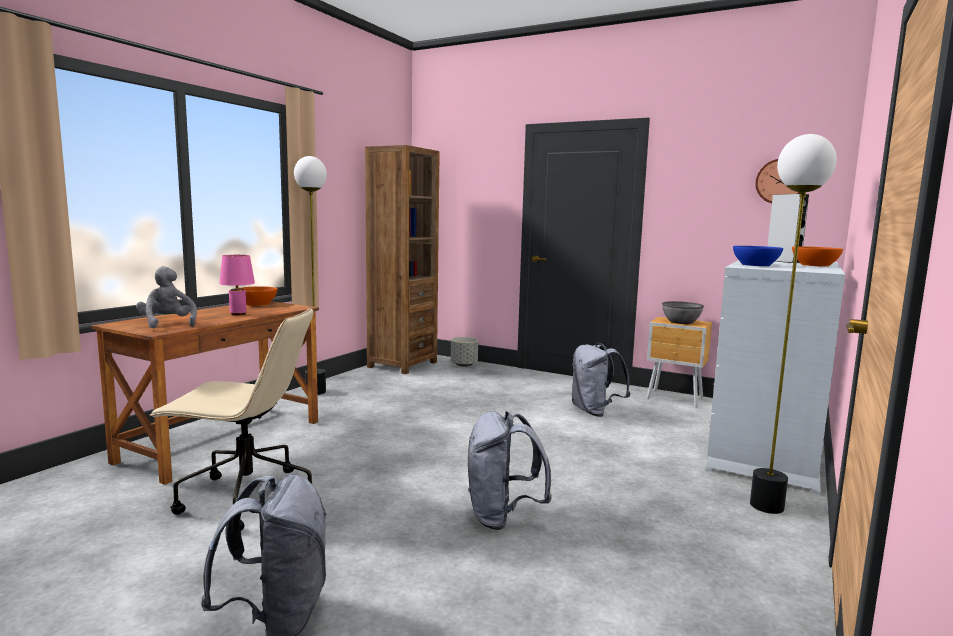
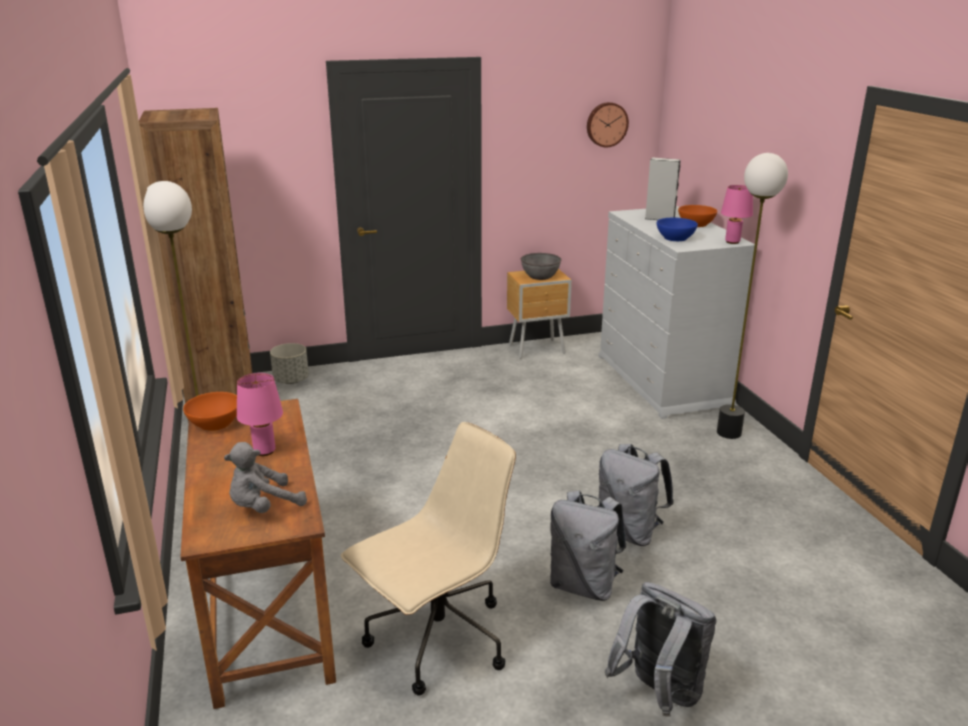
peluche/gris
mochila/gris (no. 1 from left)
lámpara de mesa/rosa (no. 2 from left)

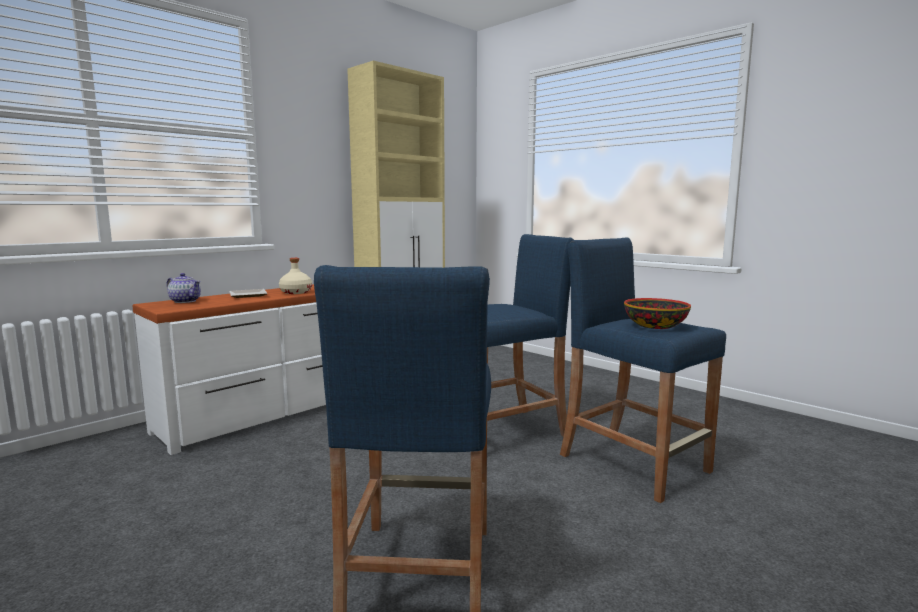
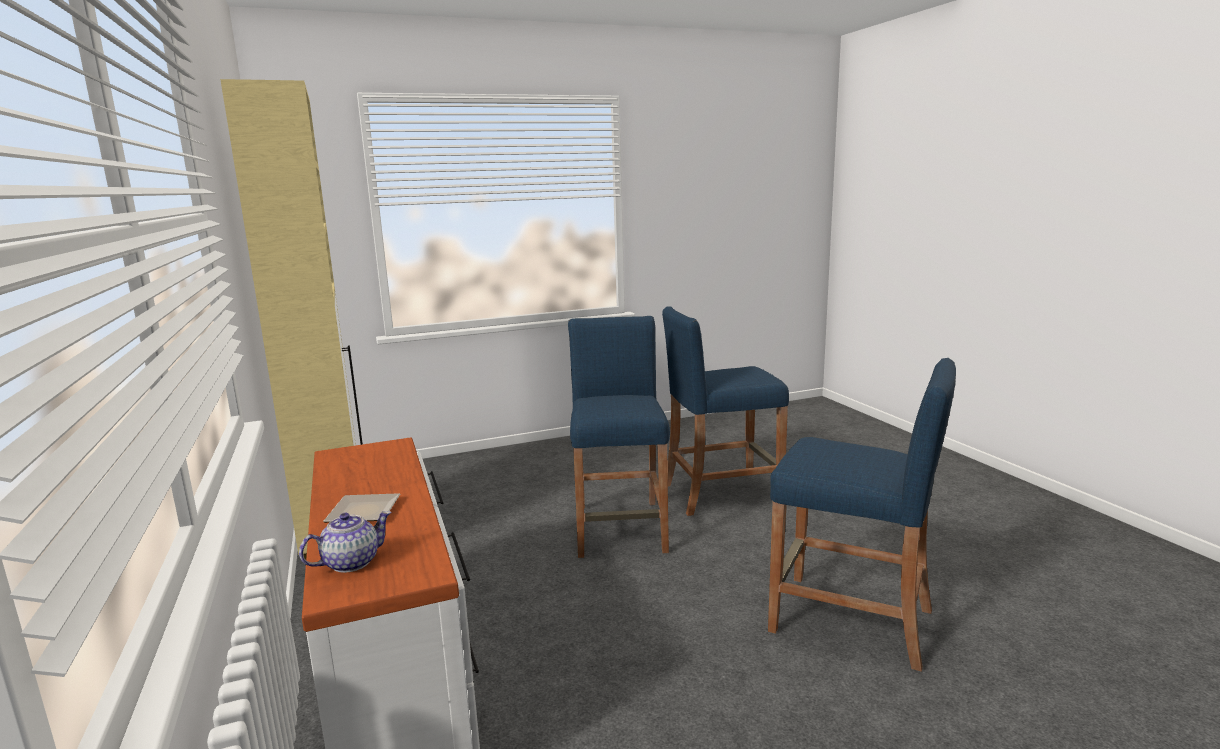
botella/beis
cuenco

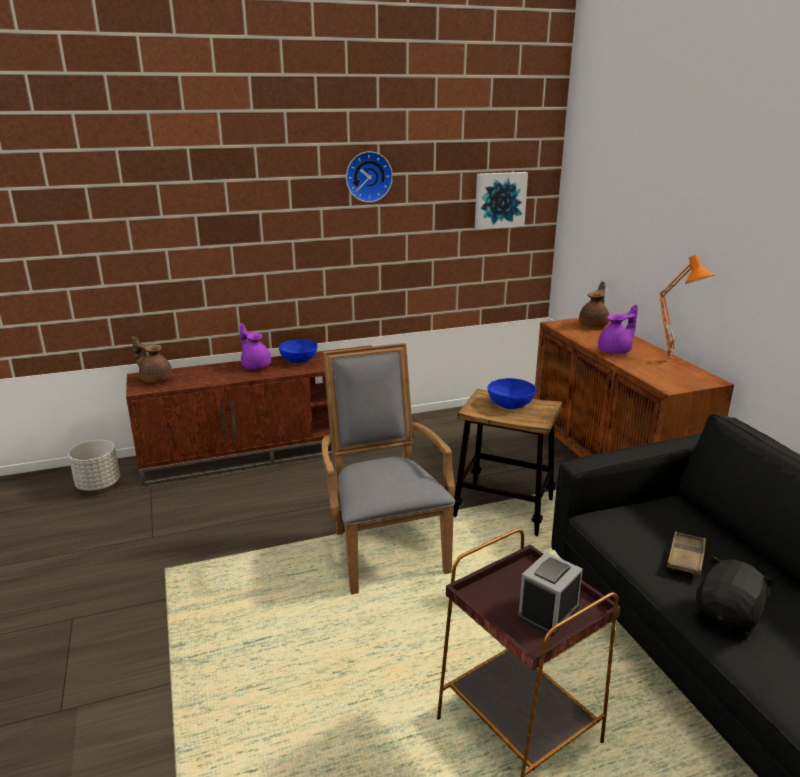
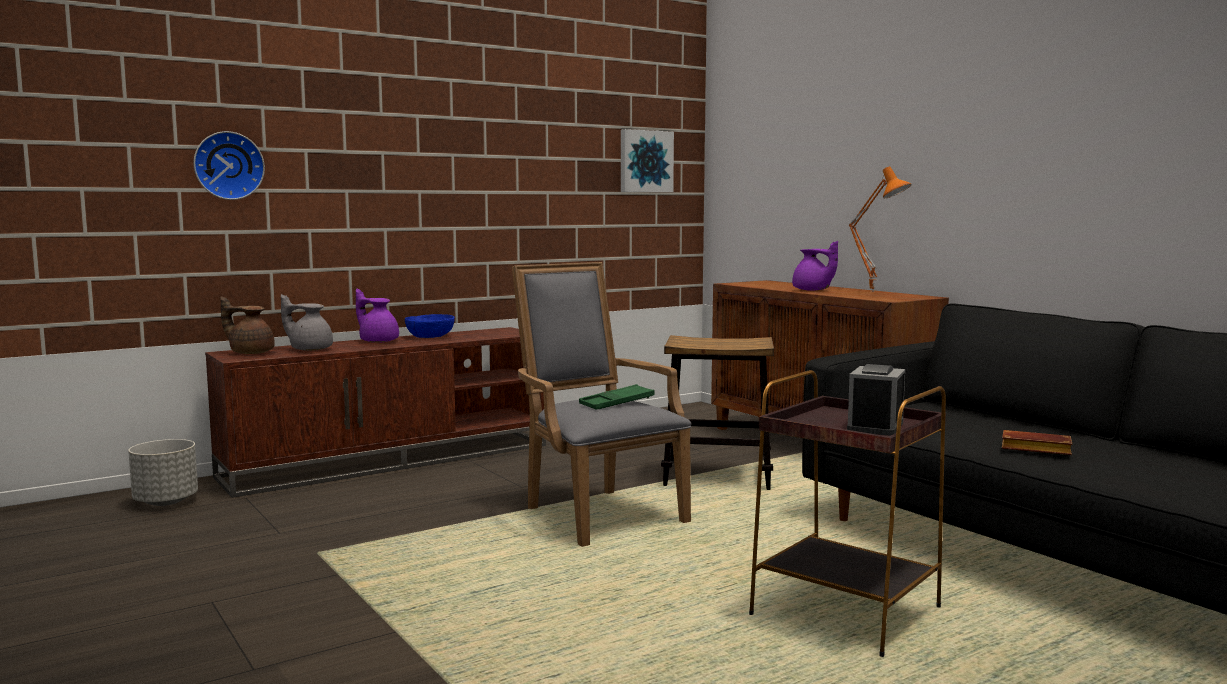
reloj de pared
cuenco/azul (no. 2 from left in the first image)
tetera/marrón (no. 2 from left in the first image)
tetera/morado (no. 2 from left)
bandeja/marrón
libro/marrón
tetera/gris
bandeja/verde

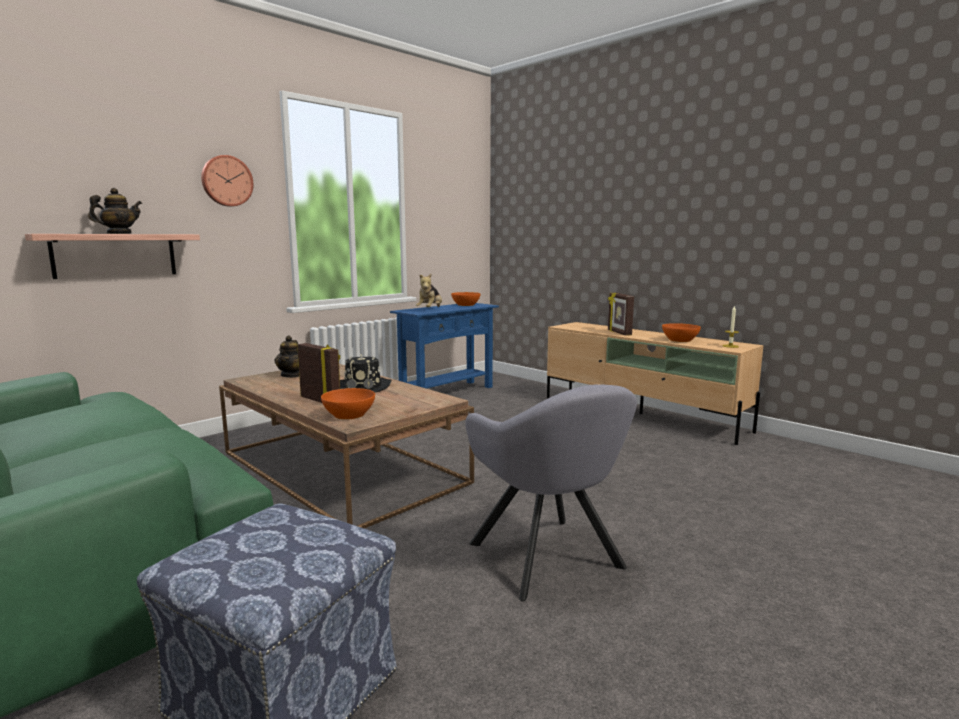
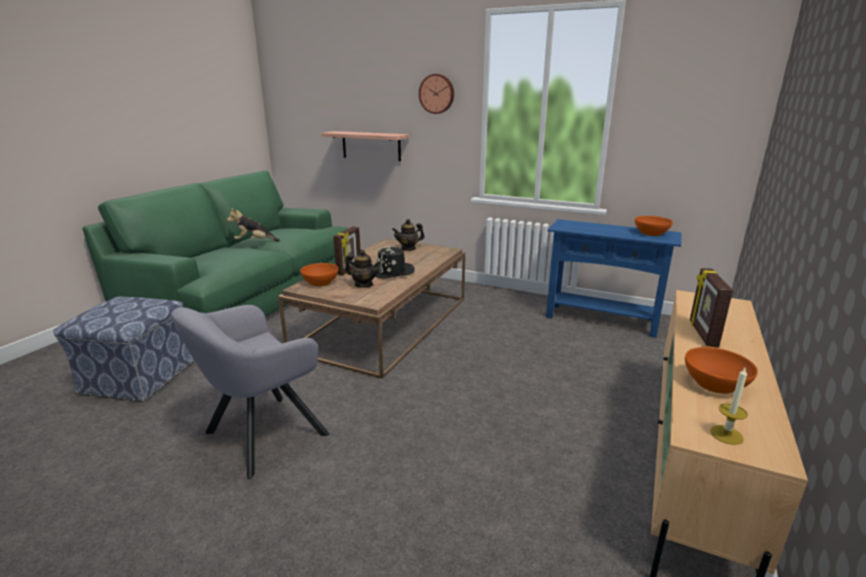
tetera (no. 1 from left)
peluche
portarretratos (no. 2 from left)

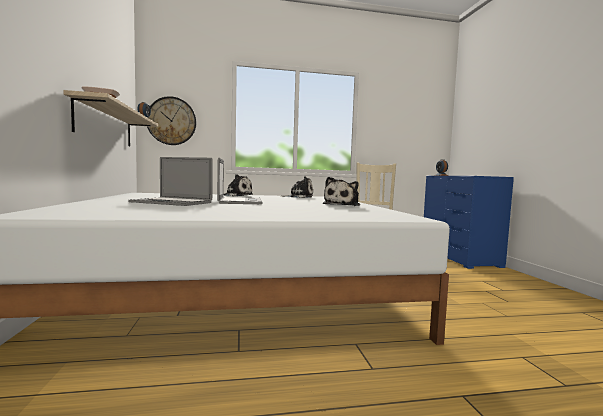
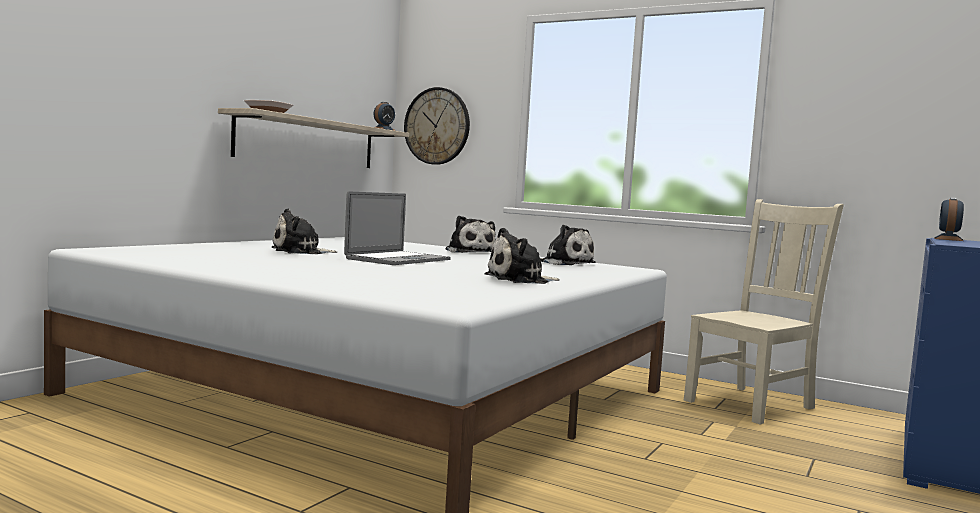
peluche (no. 1 from left)

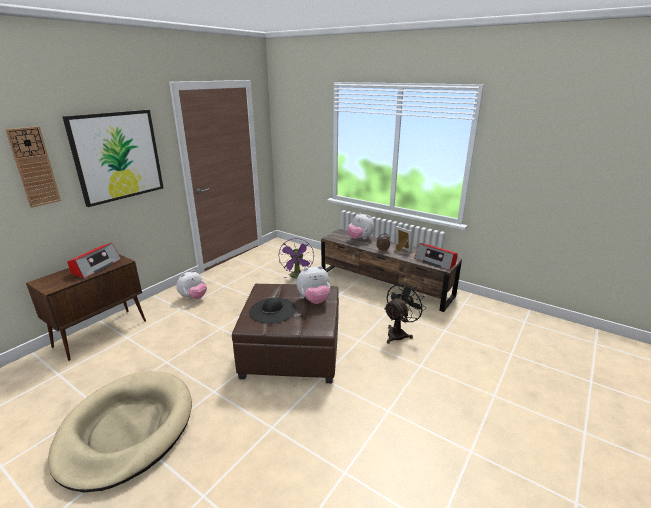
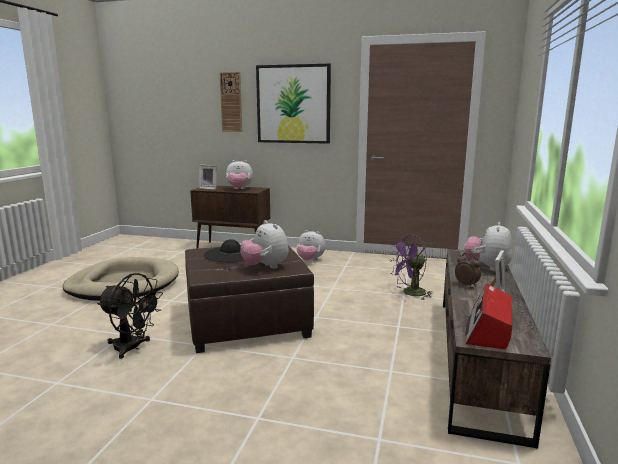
peluche (no. 1 from left)
ventilador/negro
portarretratos (no. 1 from left)

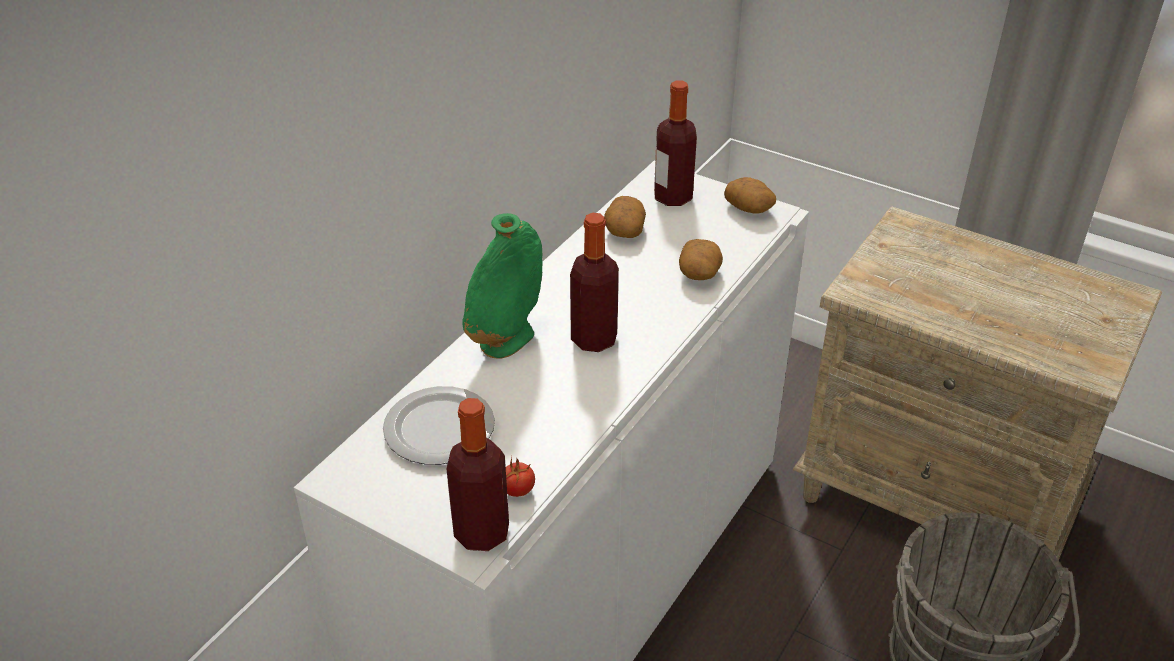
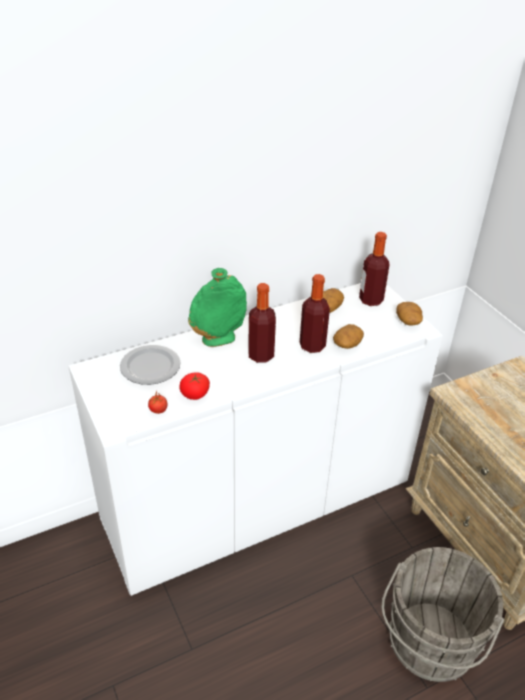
botella (no. 2 from left)
tomate (no. 2 from left)

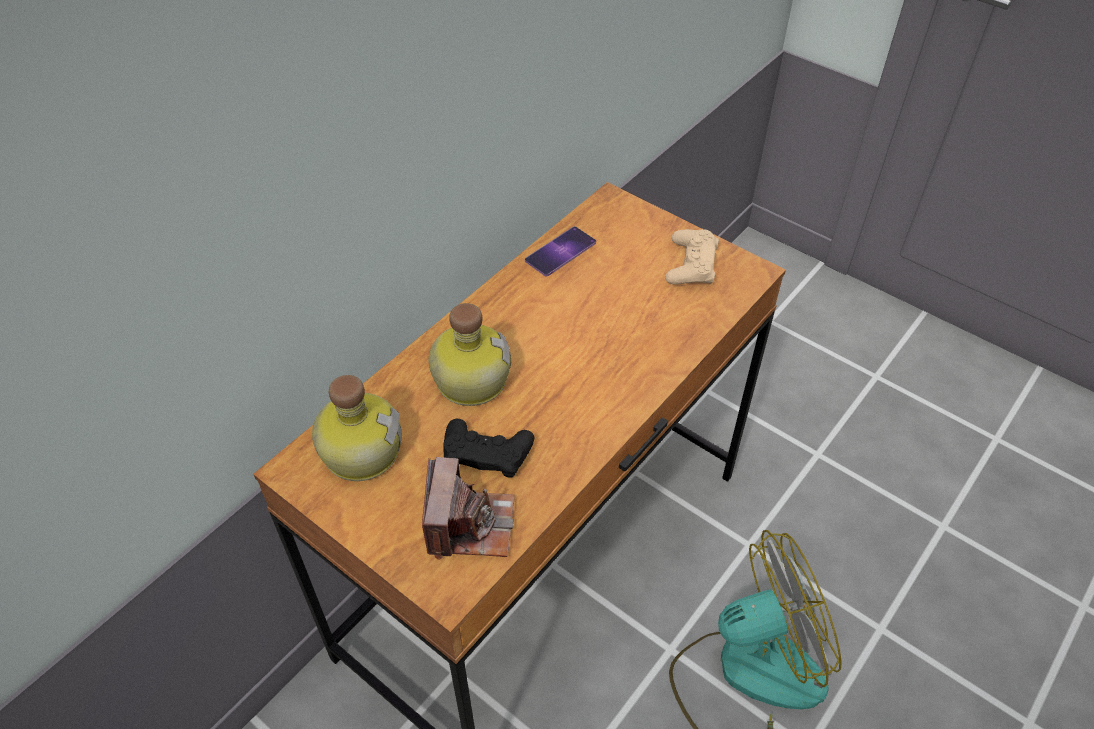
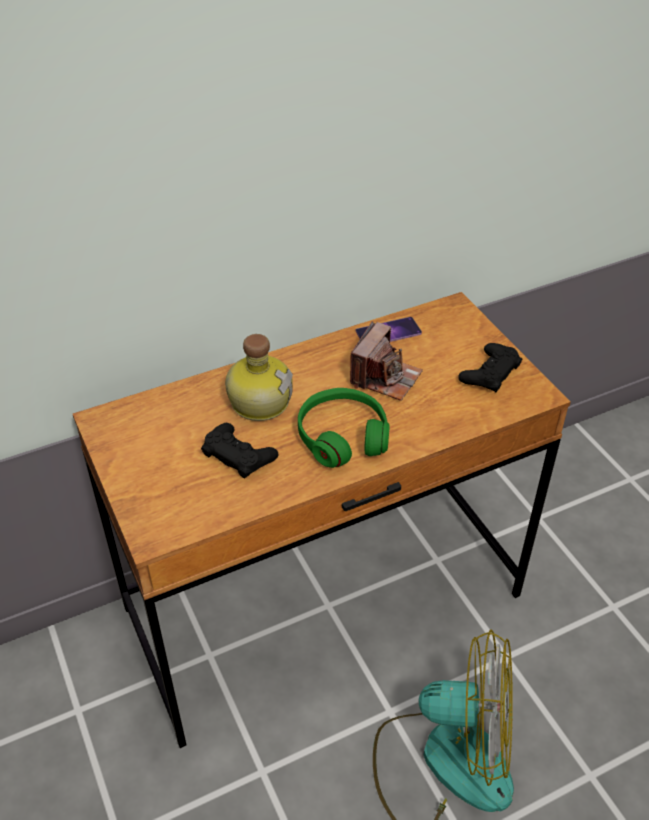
botella (no. 1 from left in the first image)
cámara
mando de consola/negro (no. 2 from left)
auriculares/verde

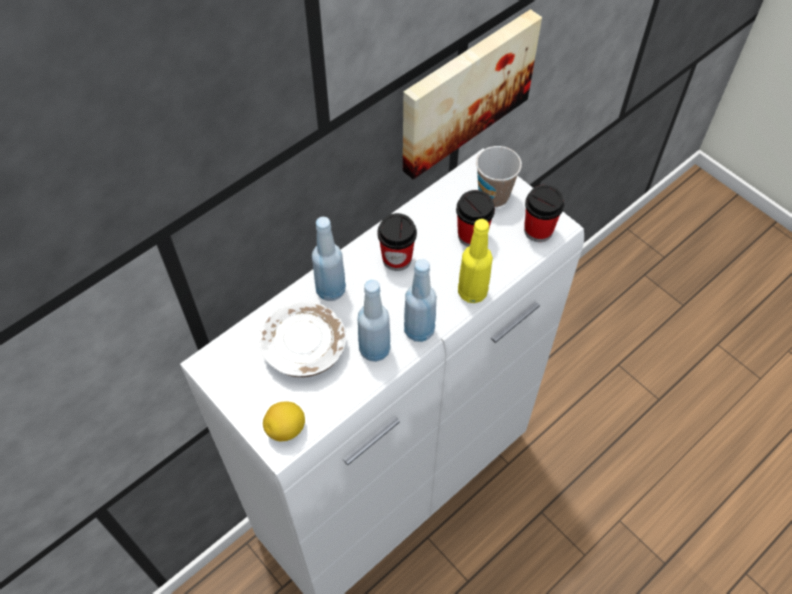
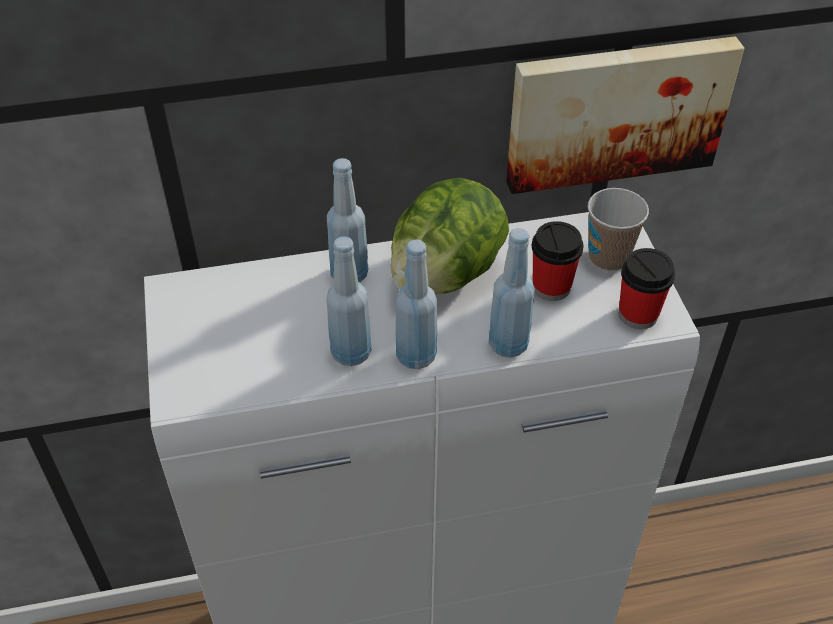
plato/blanco
limón
lechuga
botella/azul (no. 4 from left)

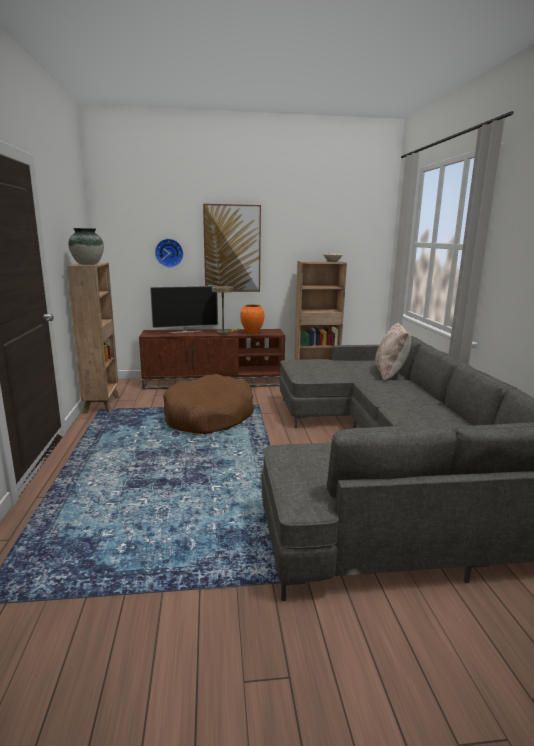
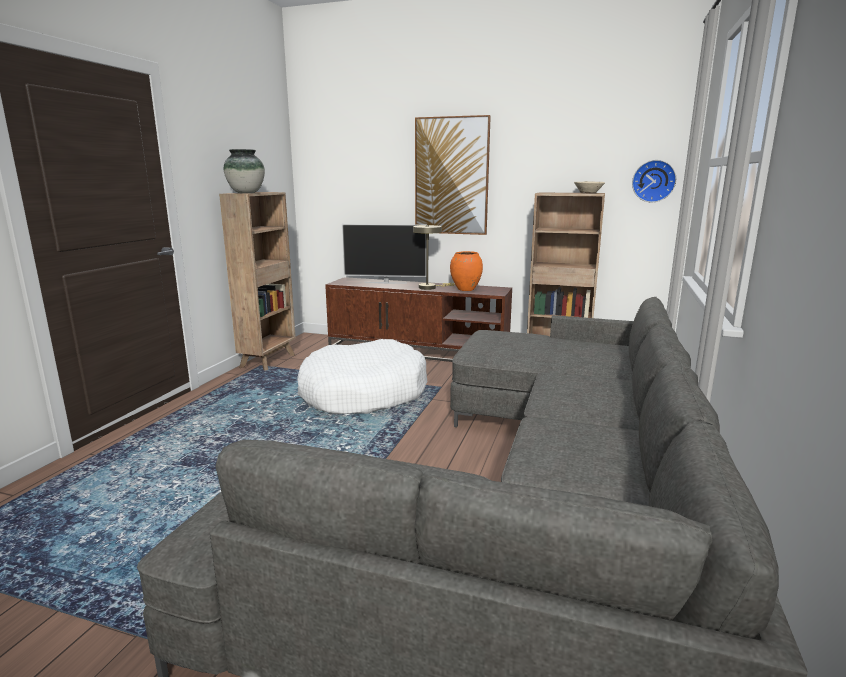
reloj de pared
cama para perro/blanco
cojín/beis

